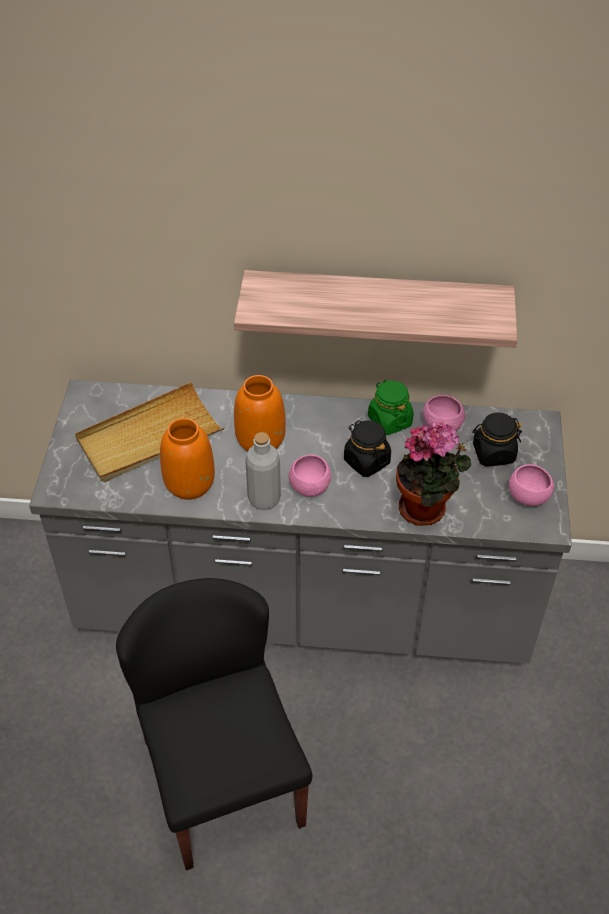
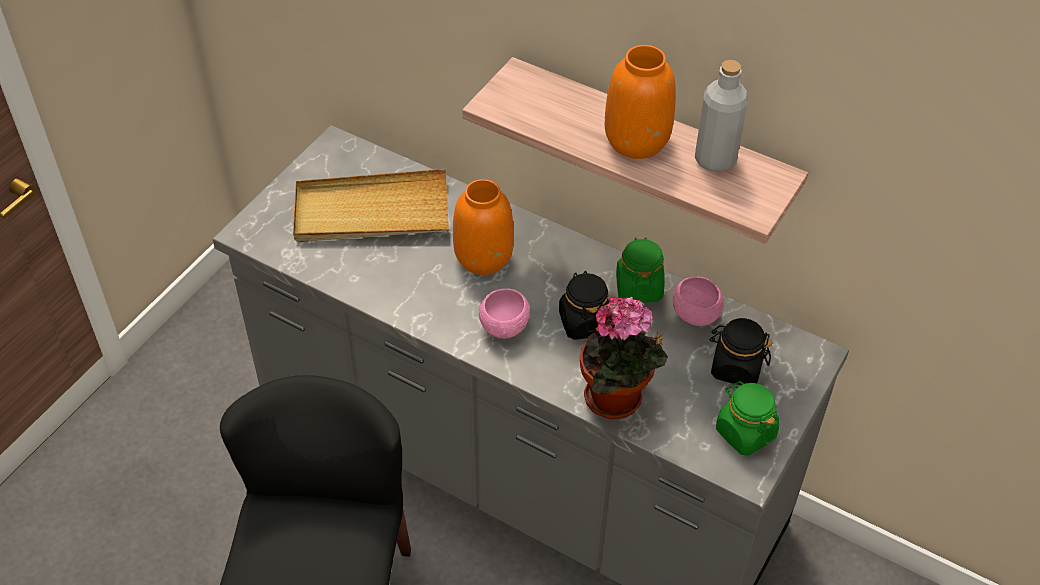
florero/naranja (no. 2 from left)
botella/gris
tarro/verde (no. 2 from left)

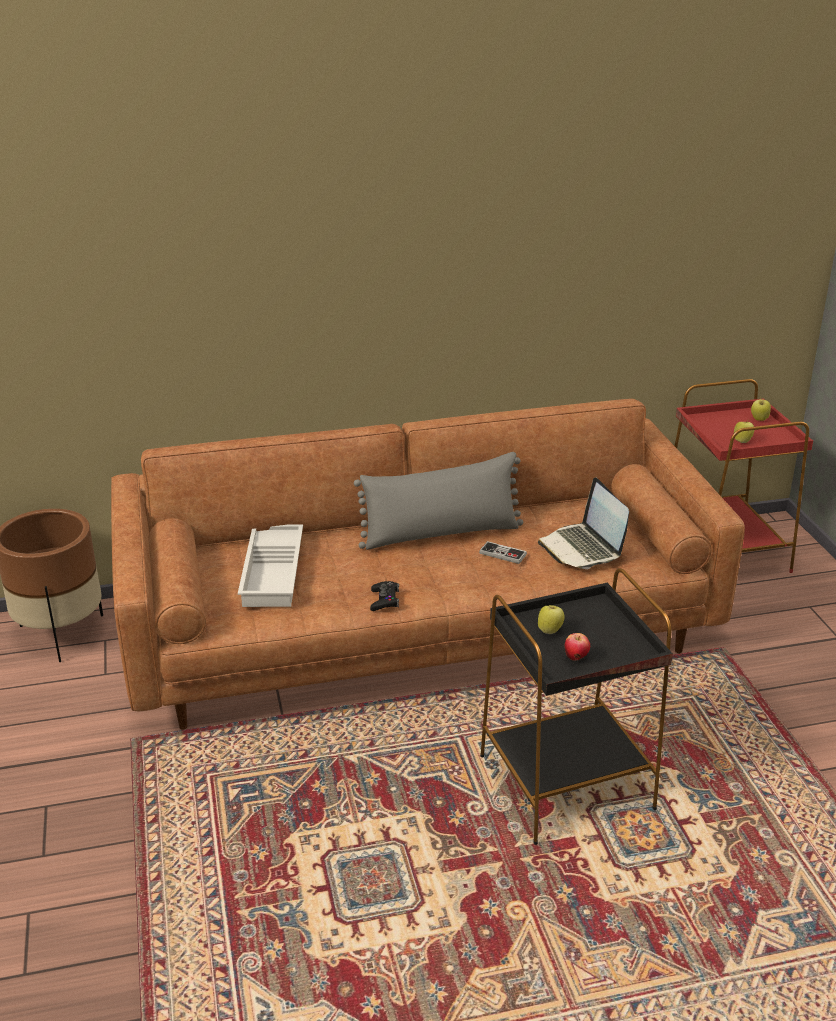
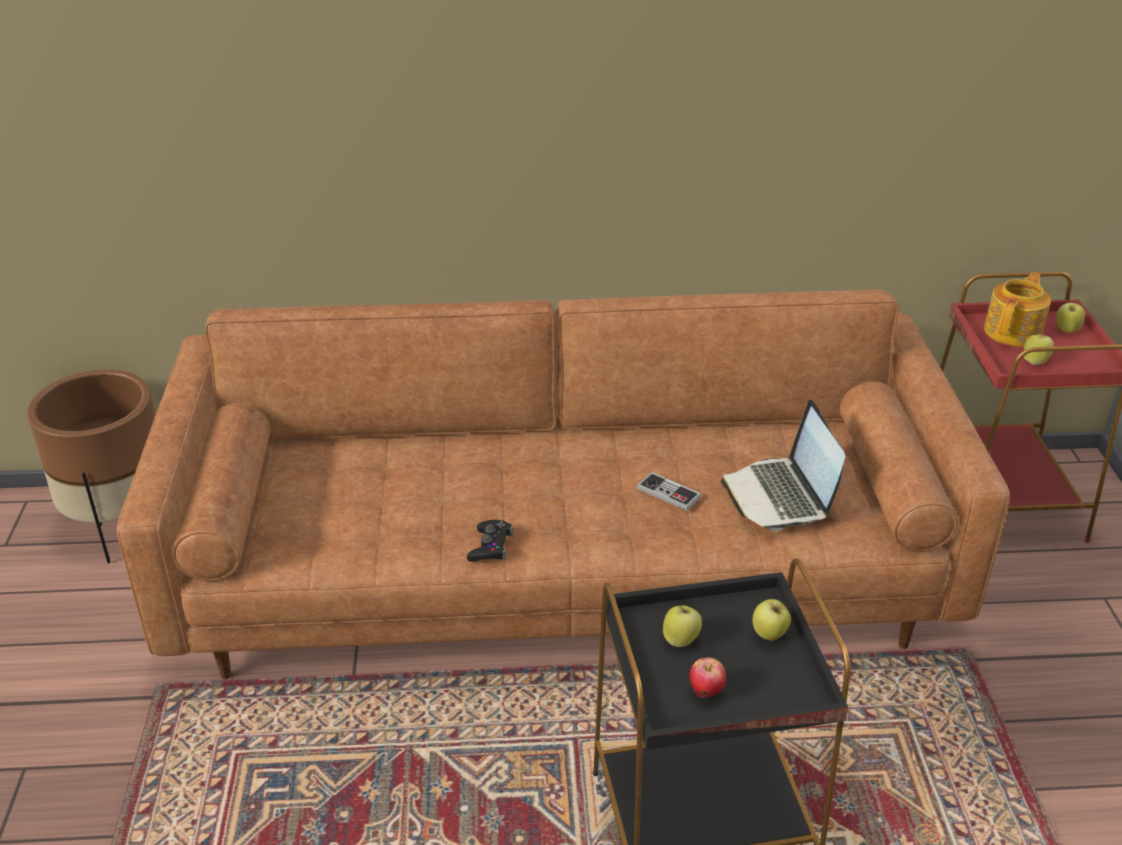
bandeja/blanco
cojín/gris
manzana (no. 3 from left)
tetera

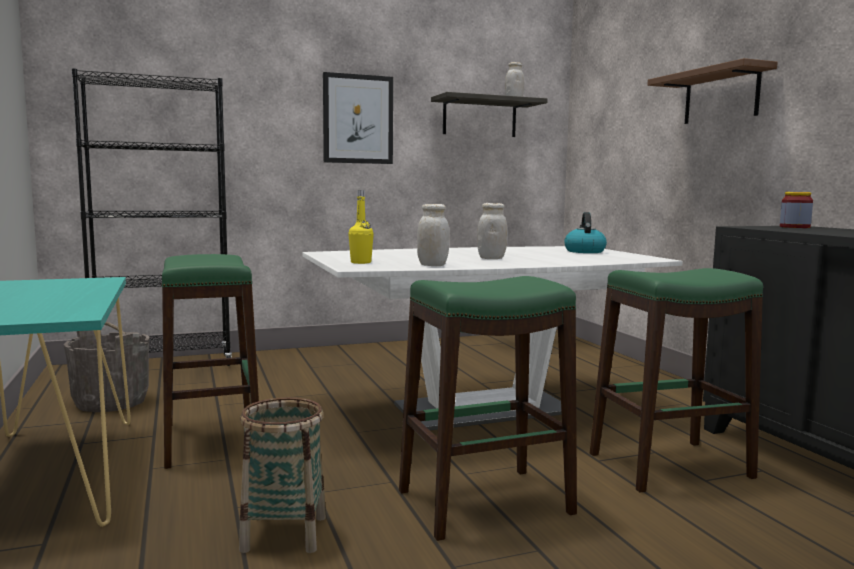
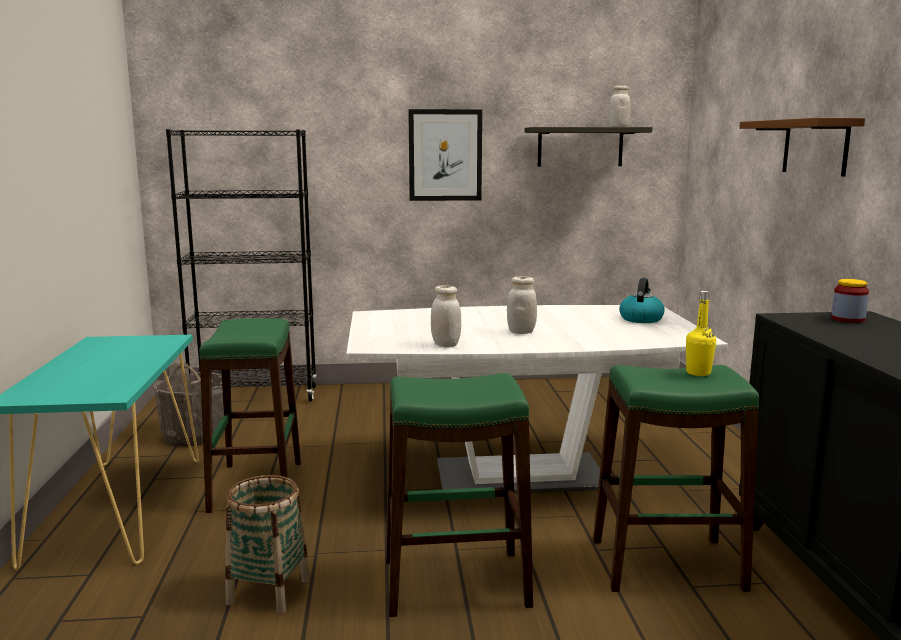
botella/amarillo

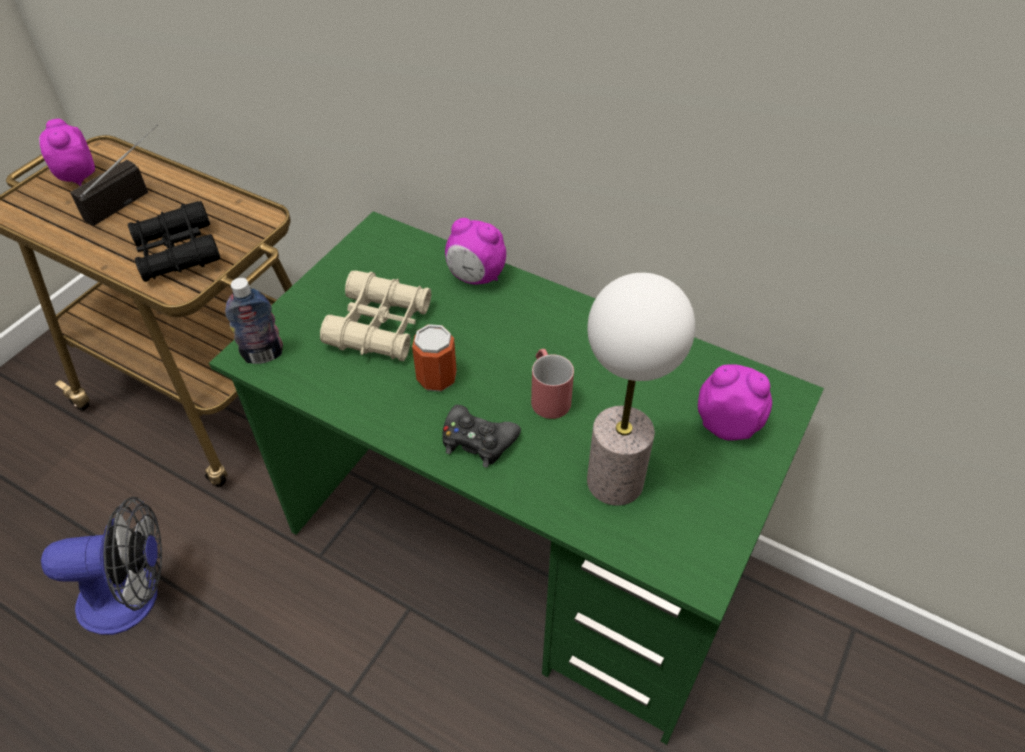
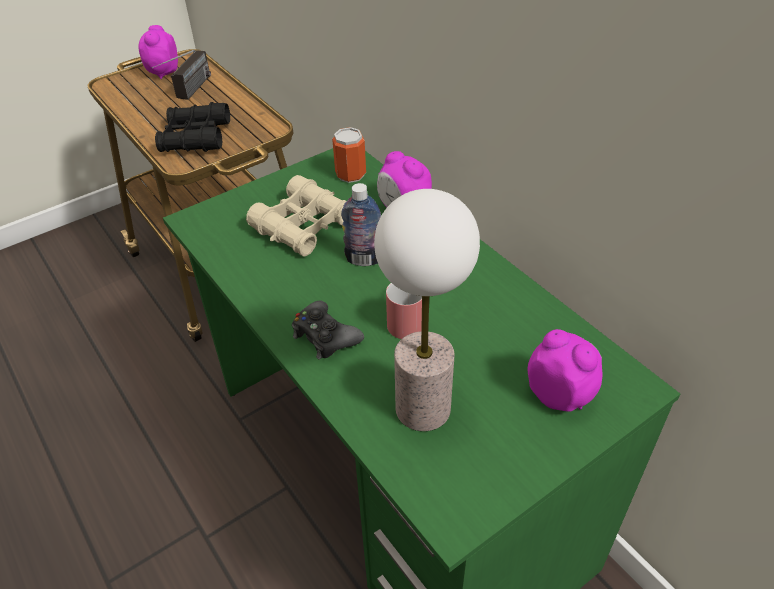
ventilador
radio
botella
lata

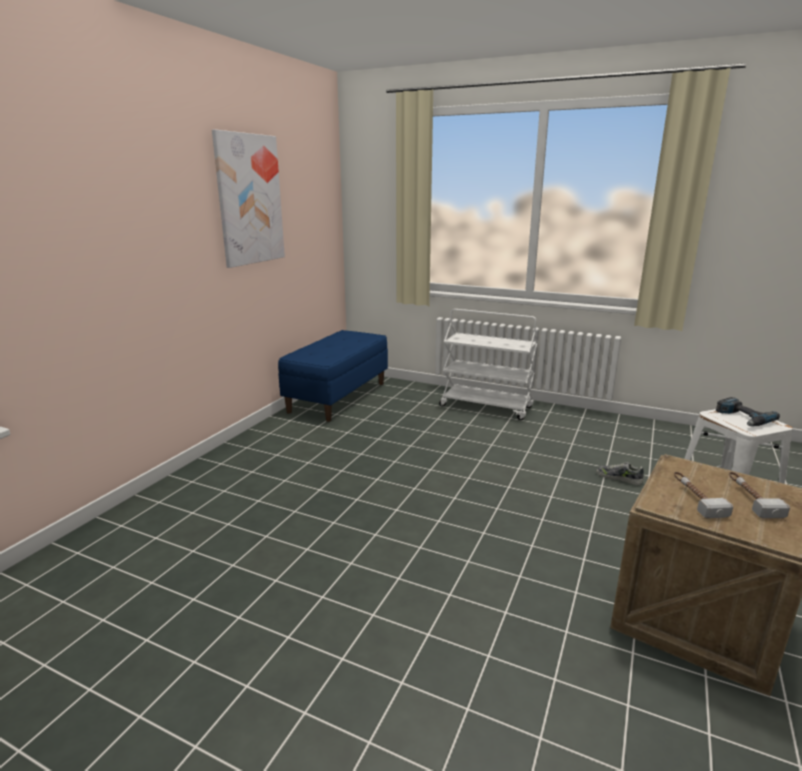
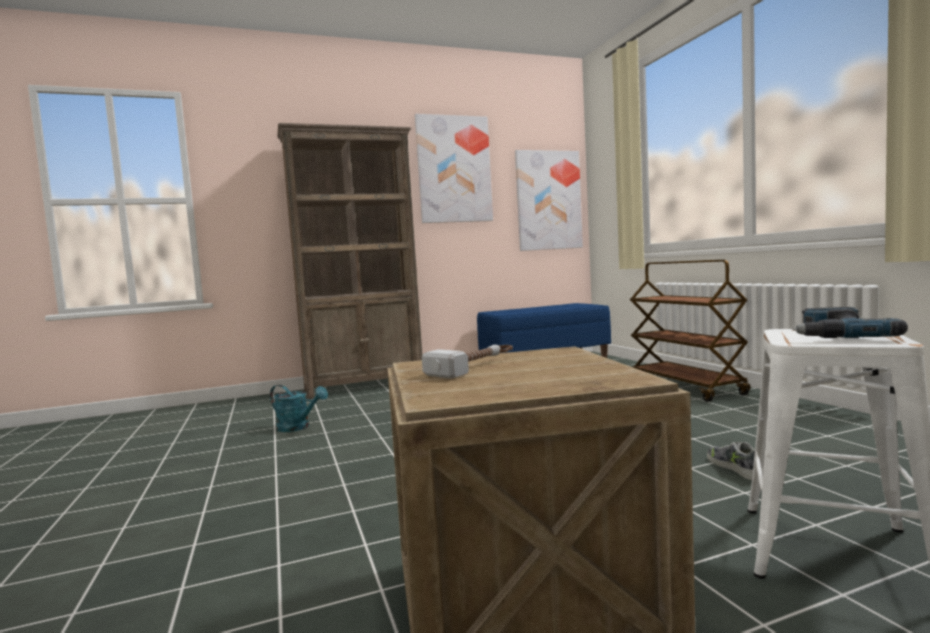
carrito/marrón
martillo (no. 2 from left in the first image)
regadera/turquesa
estantería/marrón
cuadro (no. 2 from left)

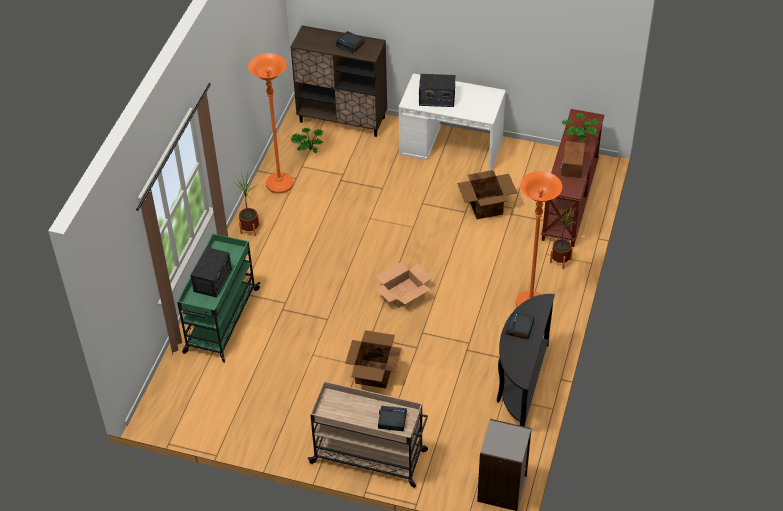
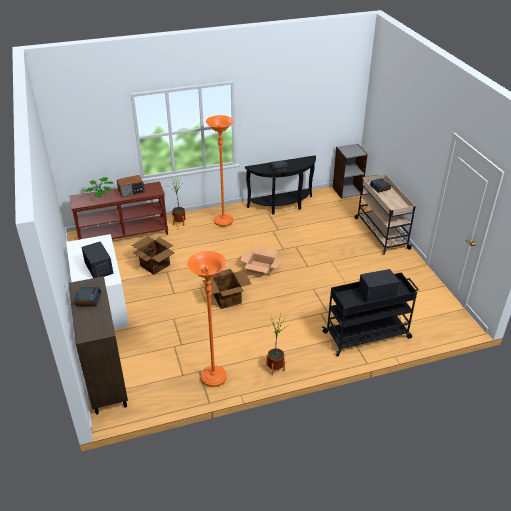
carrito/negro
planta en maceta (no. 2 from left in the first image)
caja de cartón (no. 2 from left)

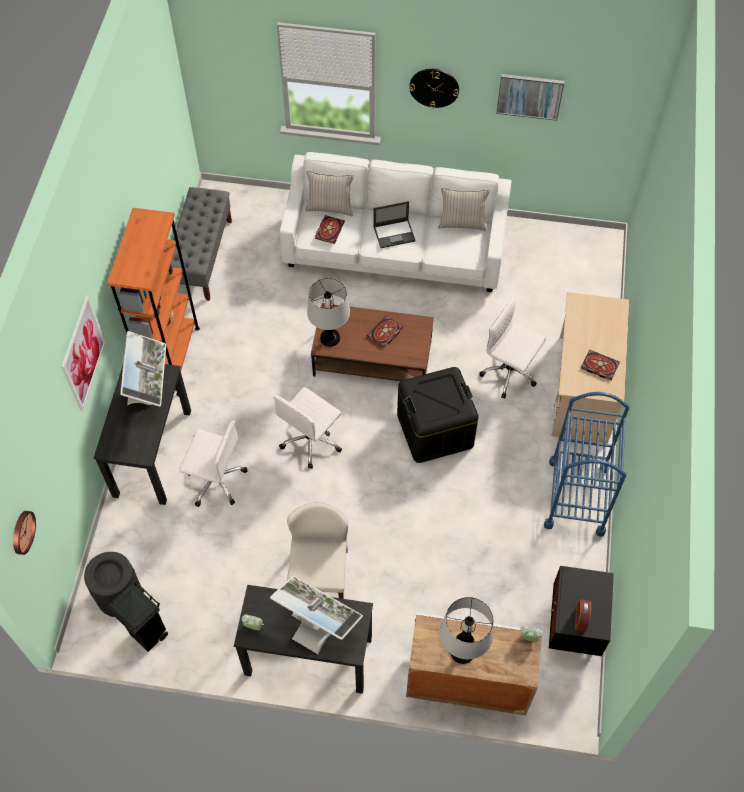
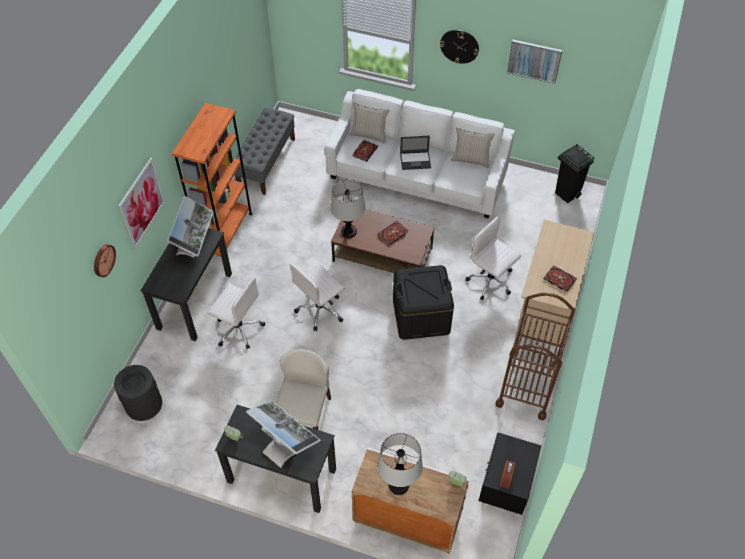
reloj de pared (no. 1 from left)
papelera/negro (no. 2 from left)
carrito/marrón

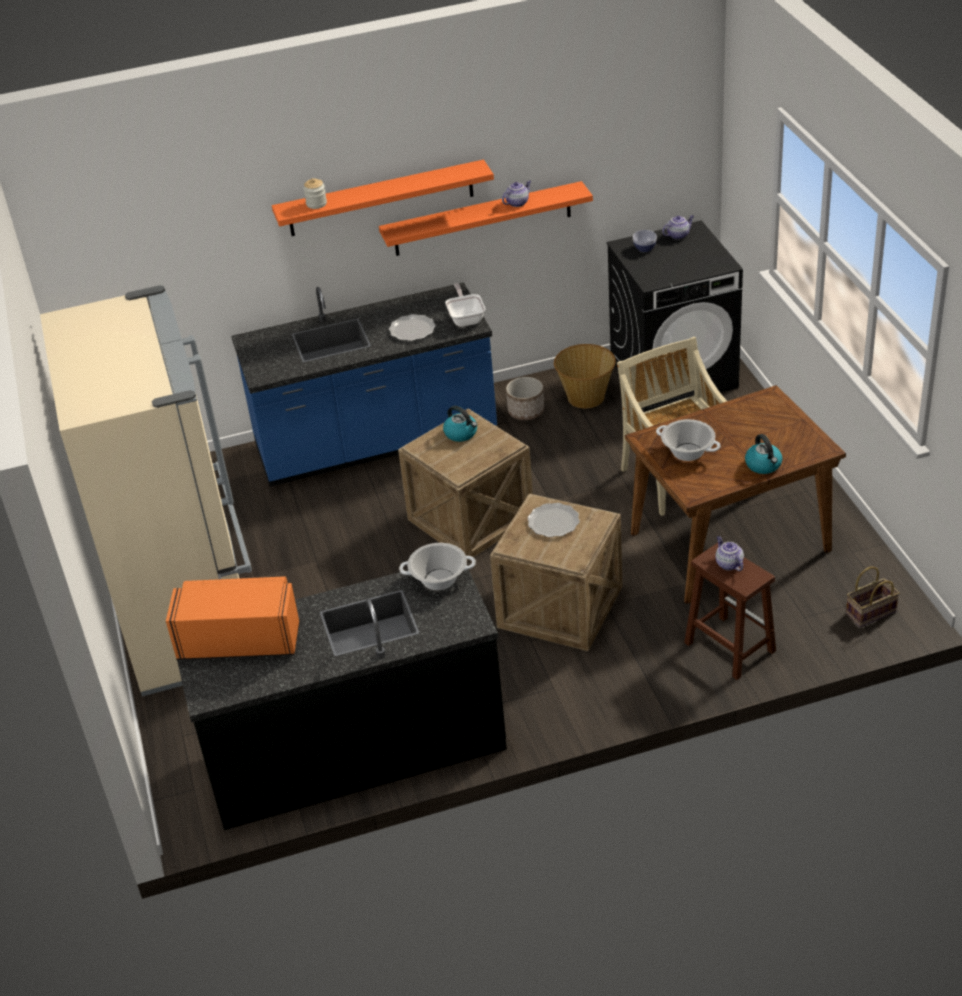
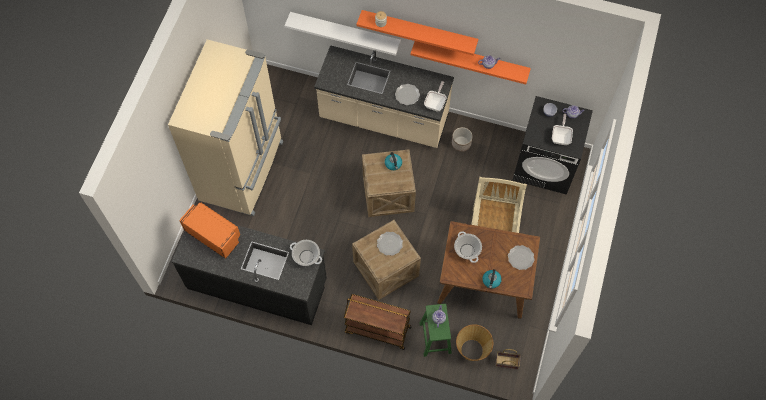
mueble bajo de cocina/beis
cesta (no. 1 from left)
taburete/verde
estante/blanco
carrito/marrón
plato (no. 3 from left)
sartén (no. 2 from left)

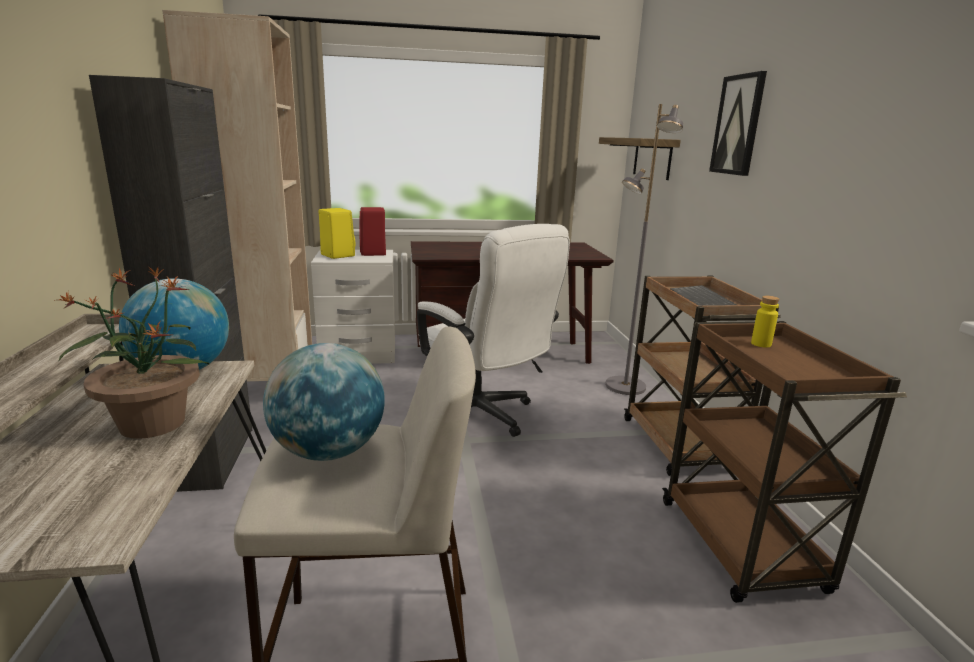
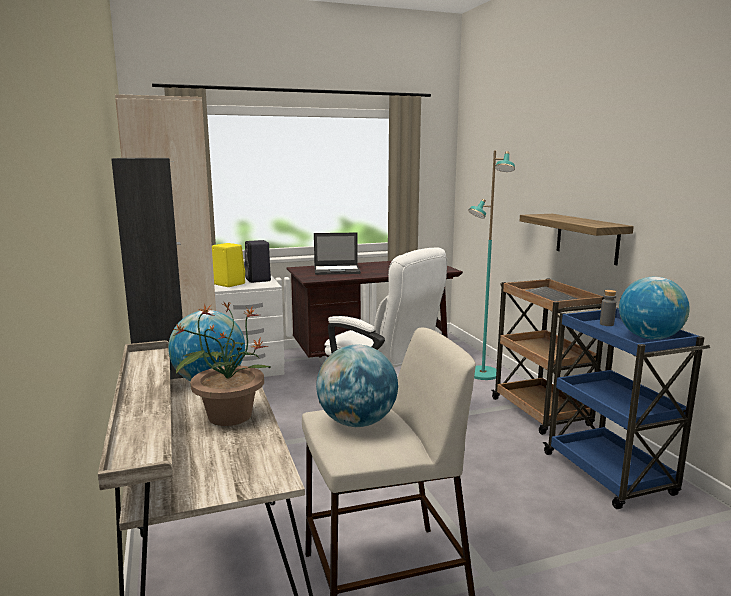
altavoz/negro
estante
lámpara de pie/turquesa
carrito/azul
cuadro
botella/gris
portátil
globo terráqueo (no. 3 from left)

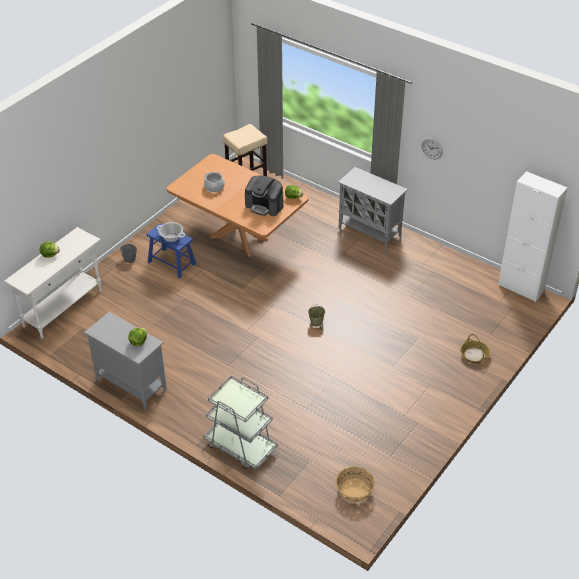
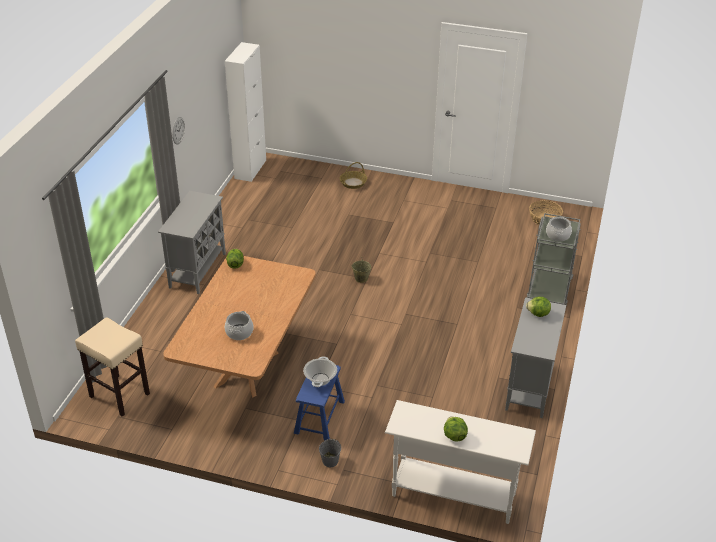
cafetera
olla (no. 3 from left)

